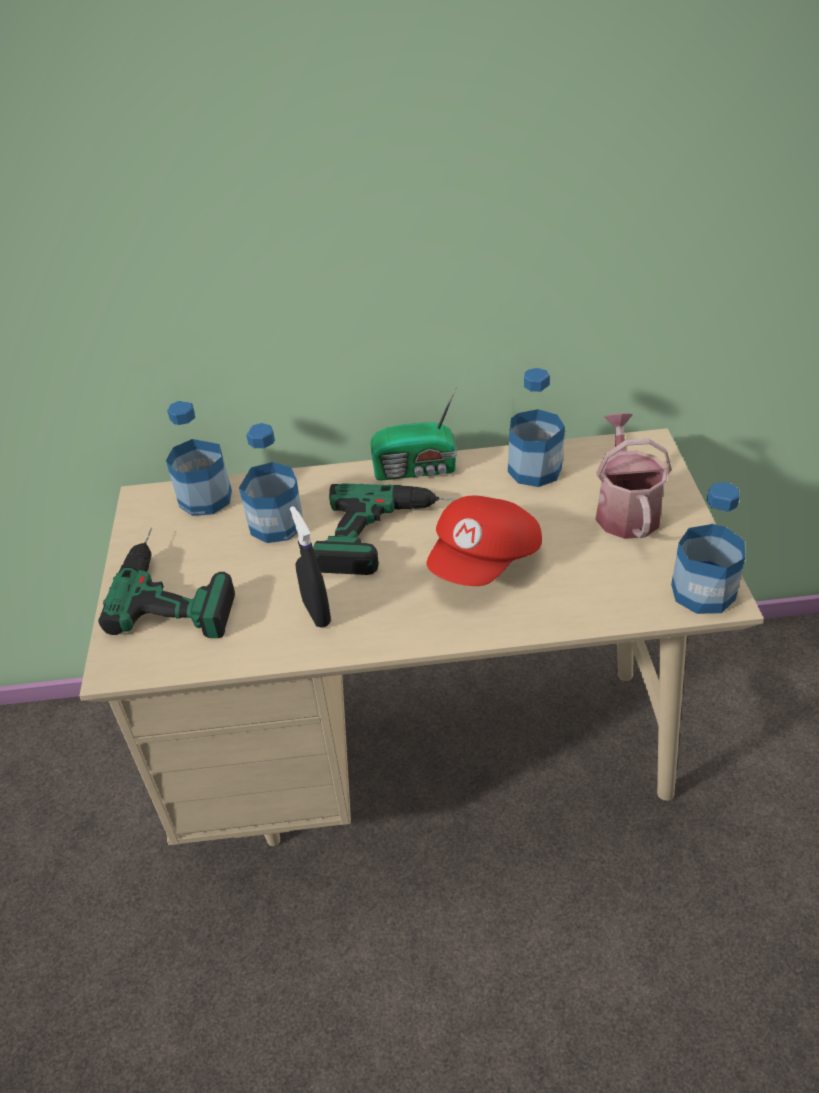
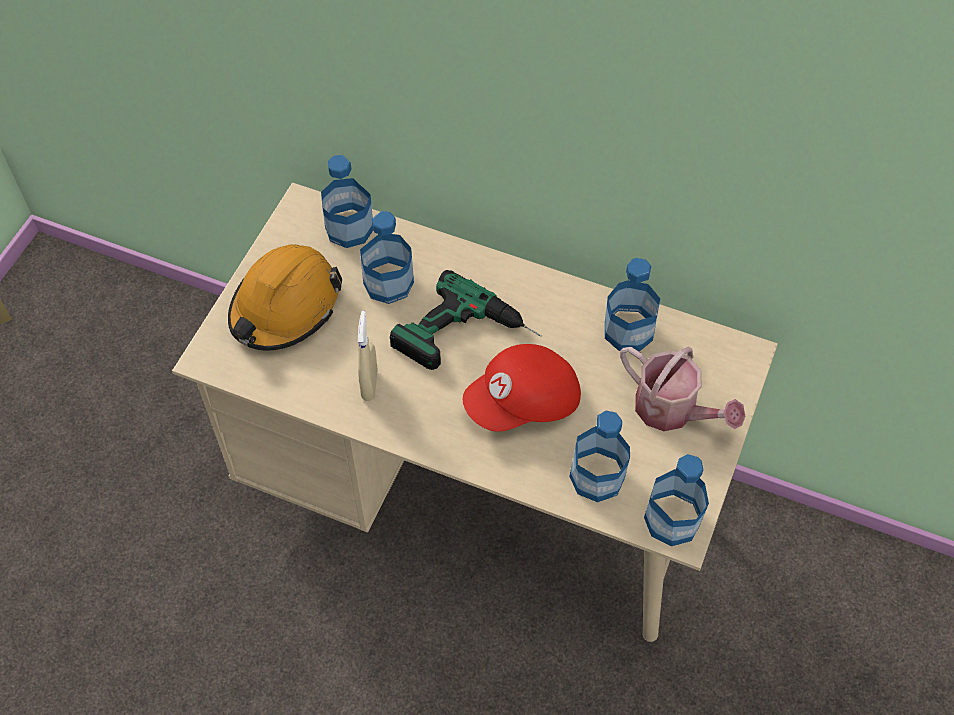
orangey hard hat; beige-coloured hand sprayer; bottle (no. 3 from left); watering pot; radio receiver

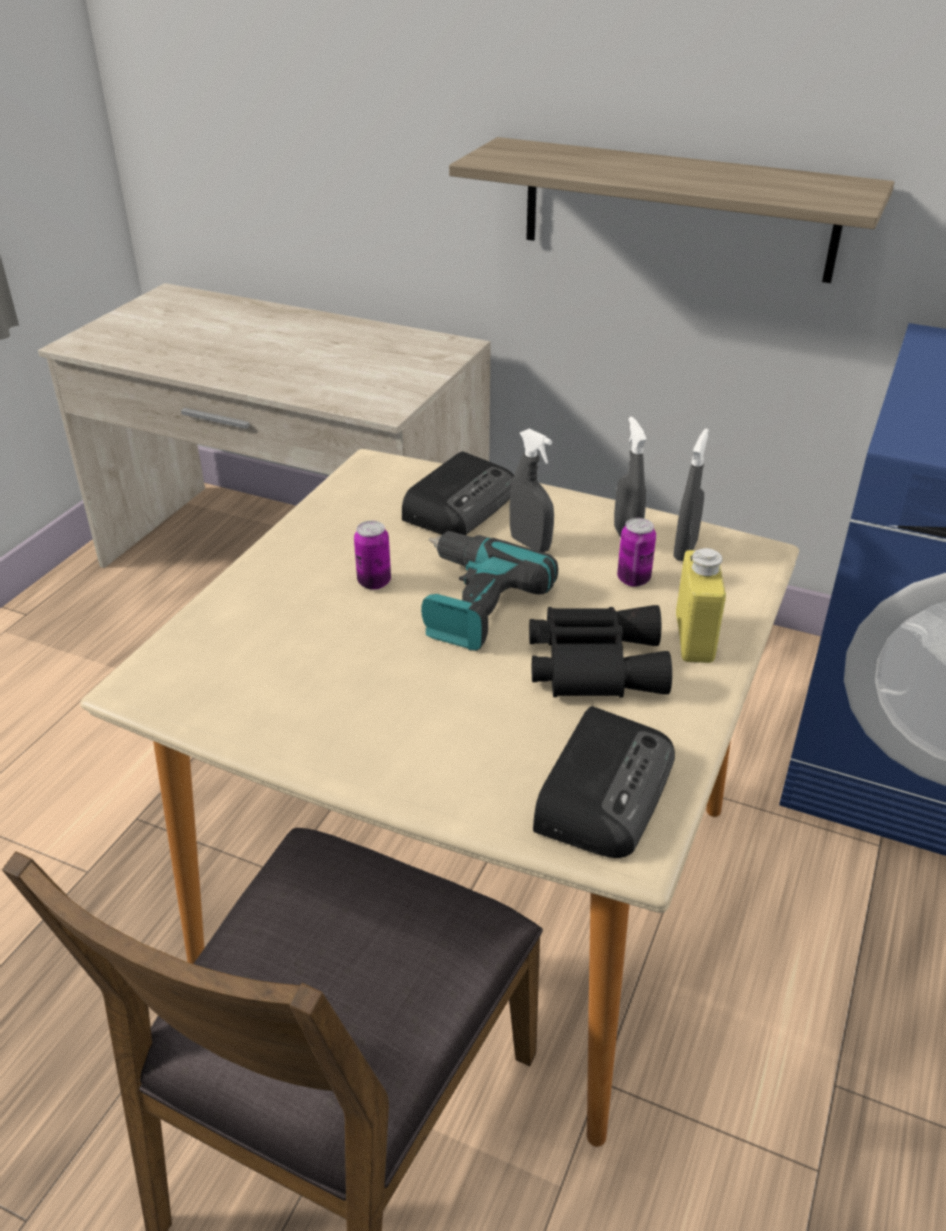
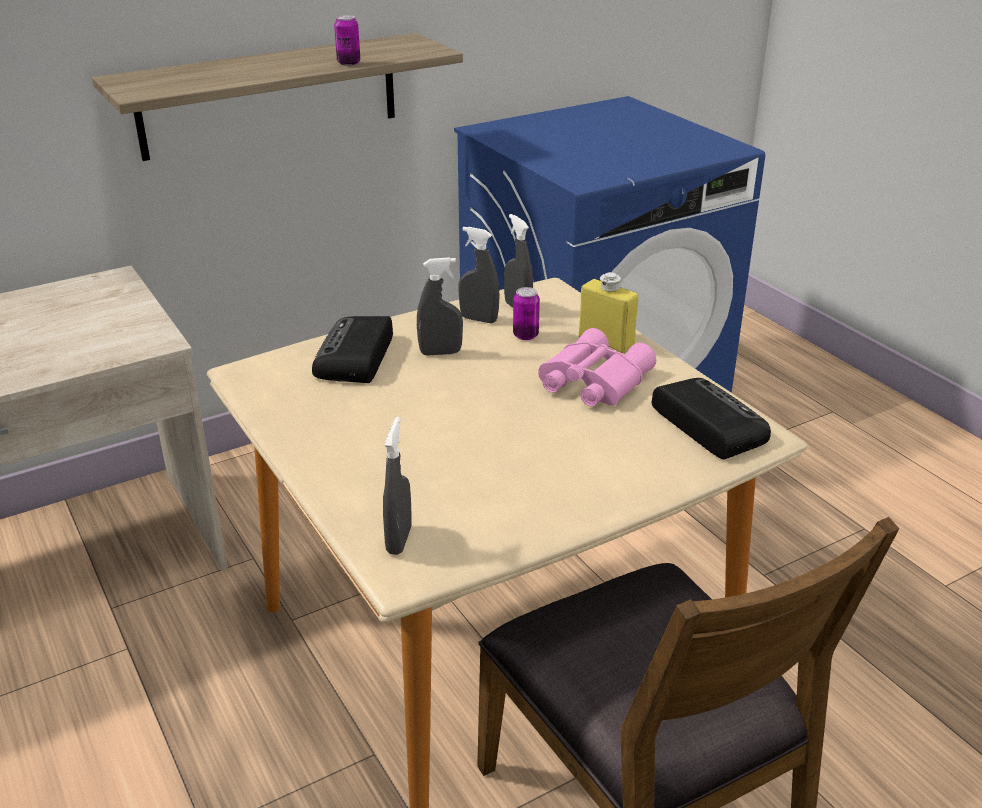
radio receiver (no. 1 from left); sealed can (no. 1 from left); grey hand sprayer (no. 1 from left); pinkish field glasses; electric drill

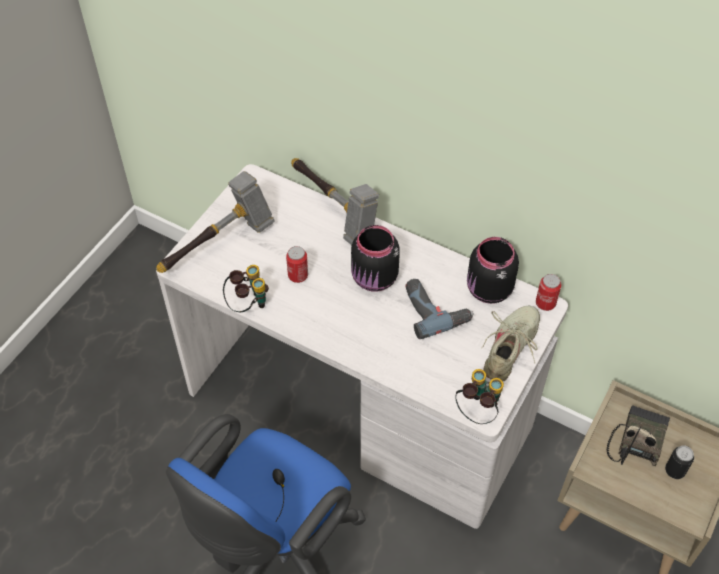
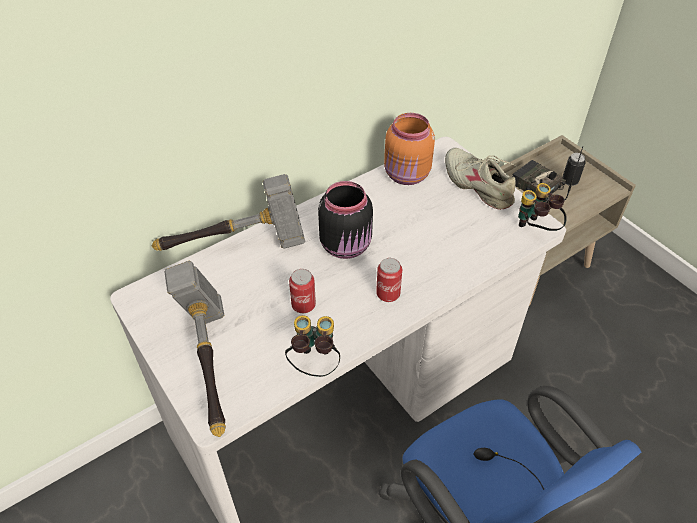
sealed can (no. 2 from left); orangey preserve jar; electric drill

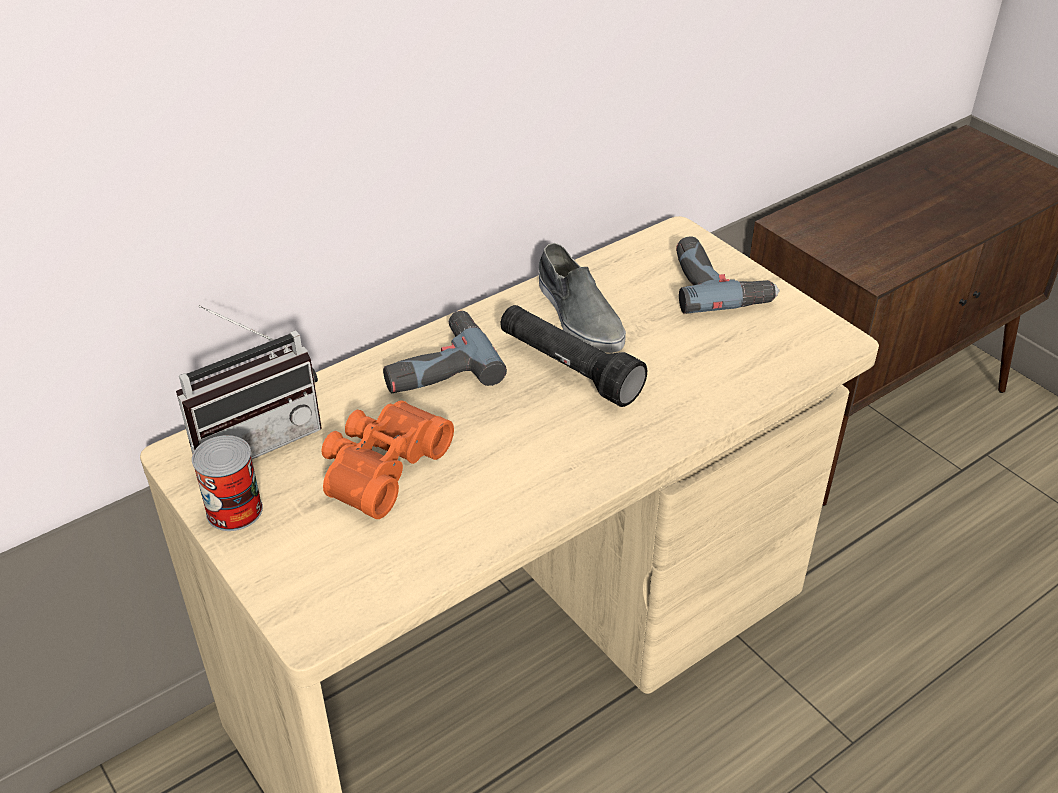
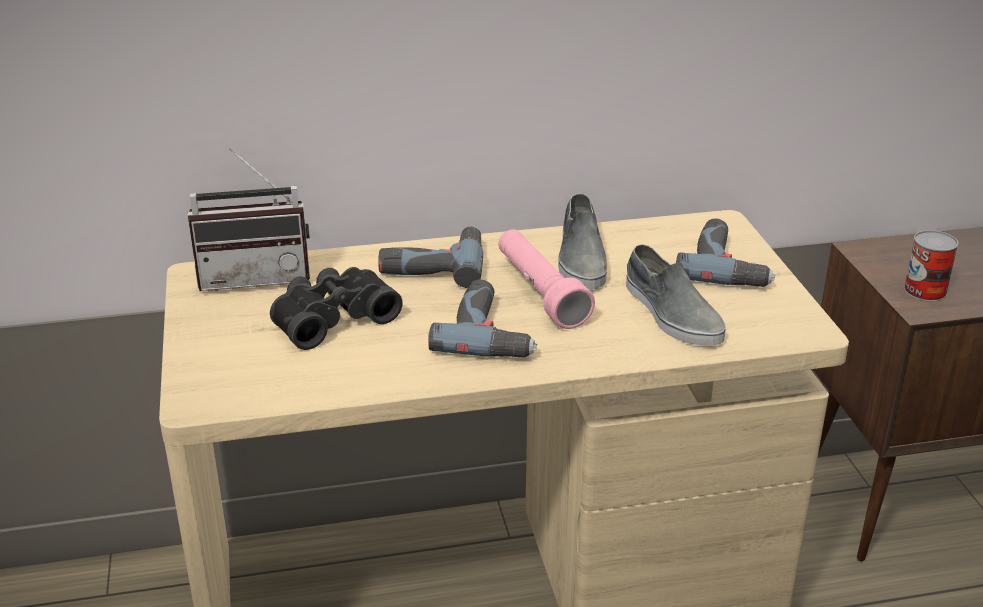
black-coloured field glasses; electric drill (no. 2 from left); pinkish flashlight; grey low shoe (no. 2 from left); sealed can

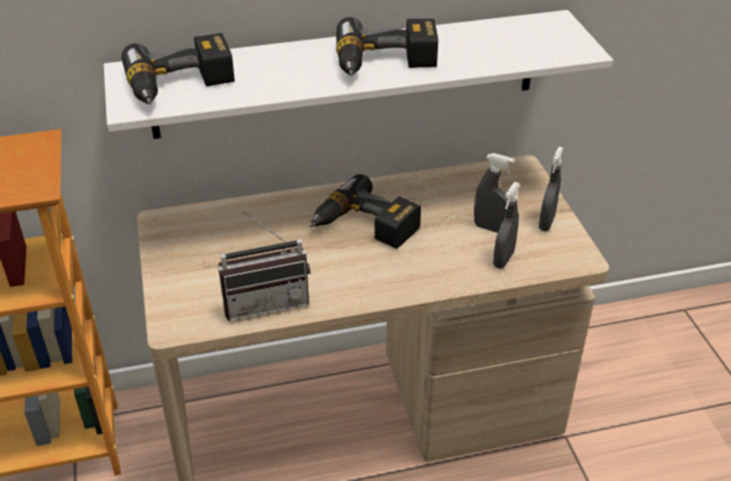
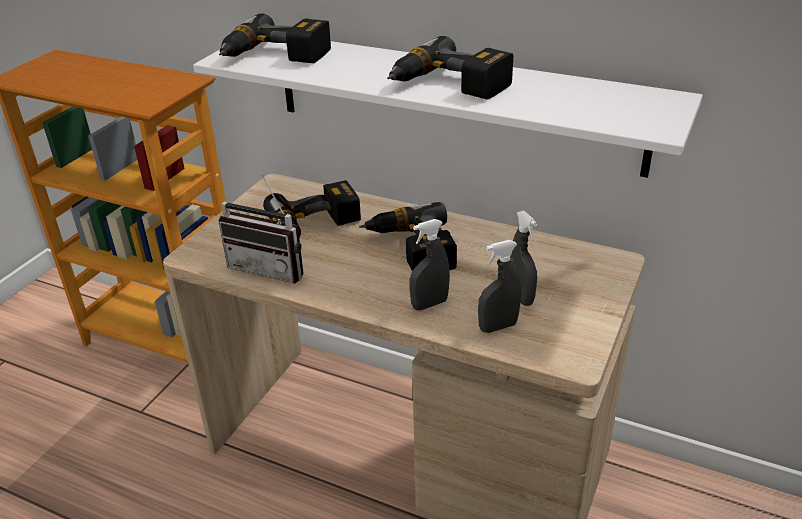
electric drill (no. 2 from left); grey hand sprayer (no. 1 from left)

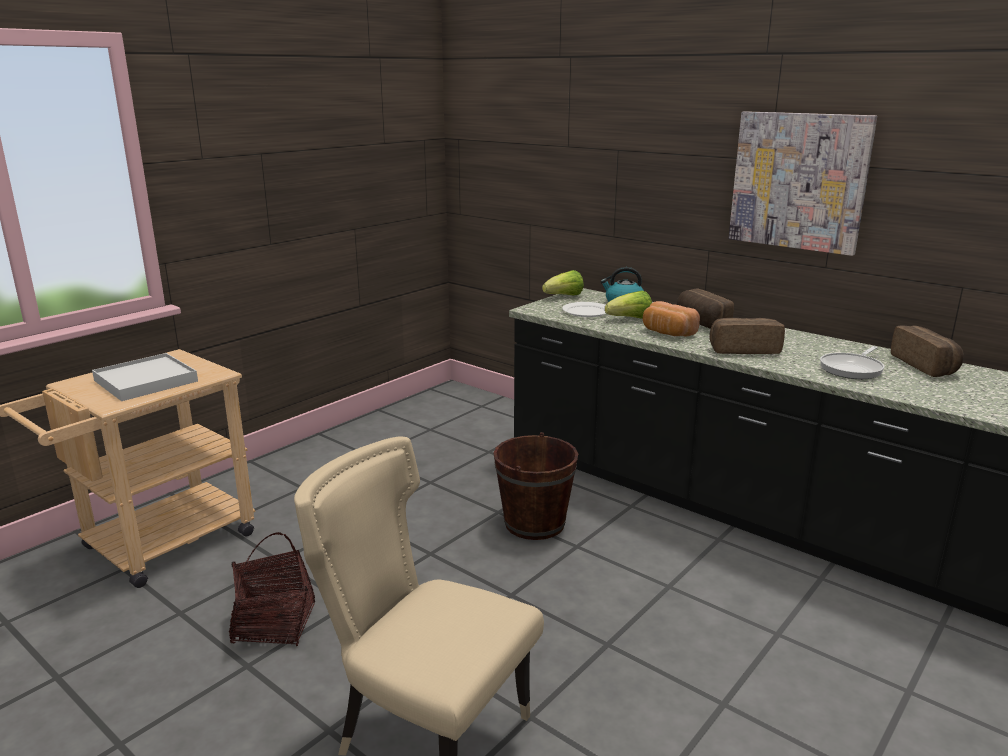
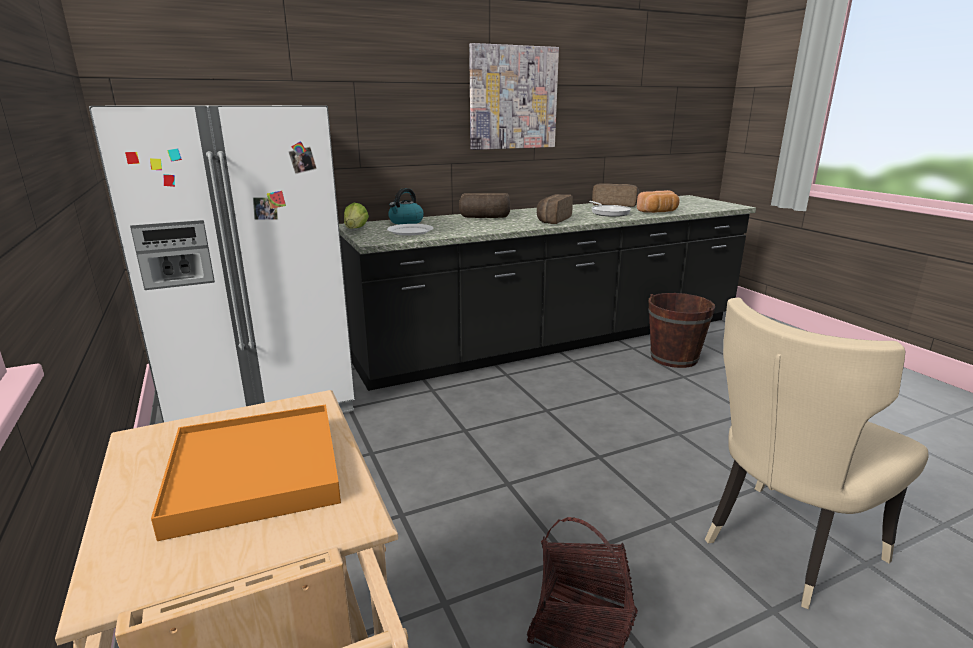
white refrigerator; orangey serving tray; bakery bread (no. 4 from left); brown pail; lettuce (no. 2 from left in the first image)

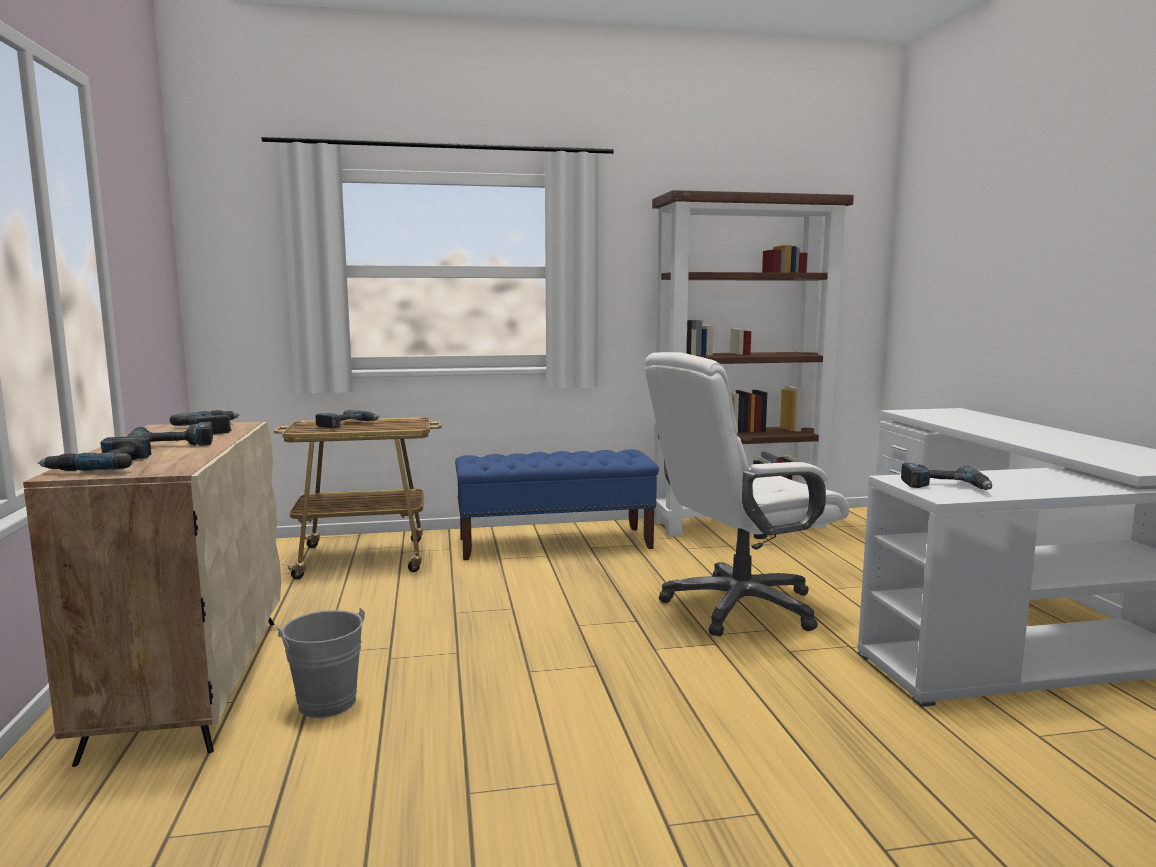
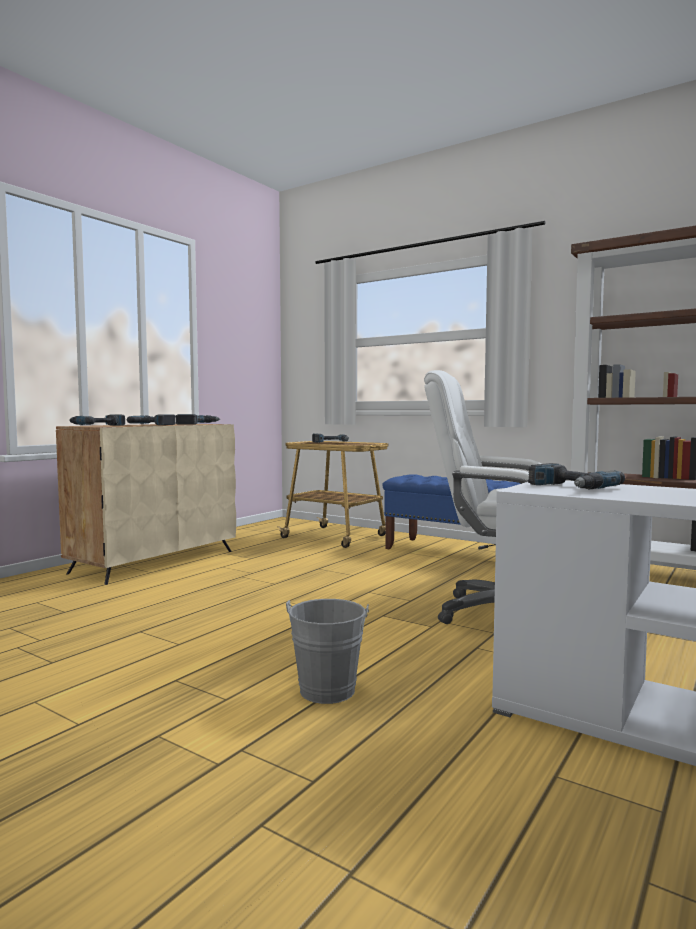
grey pail

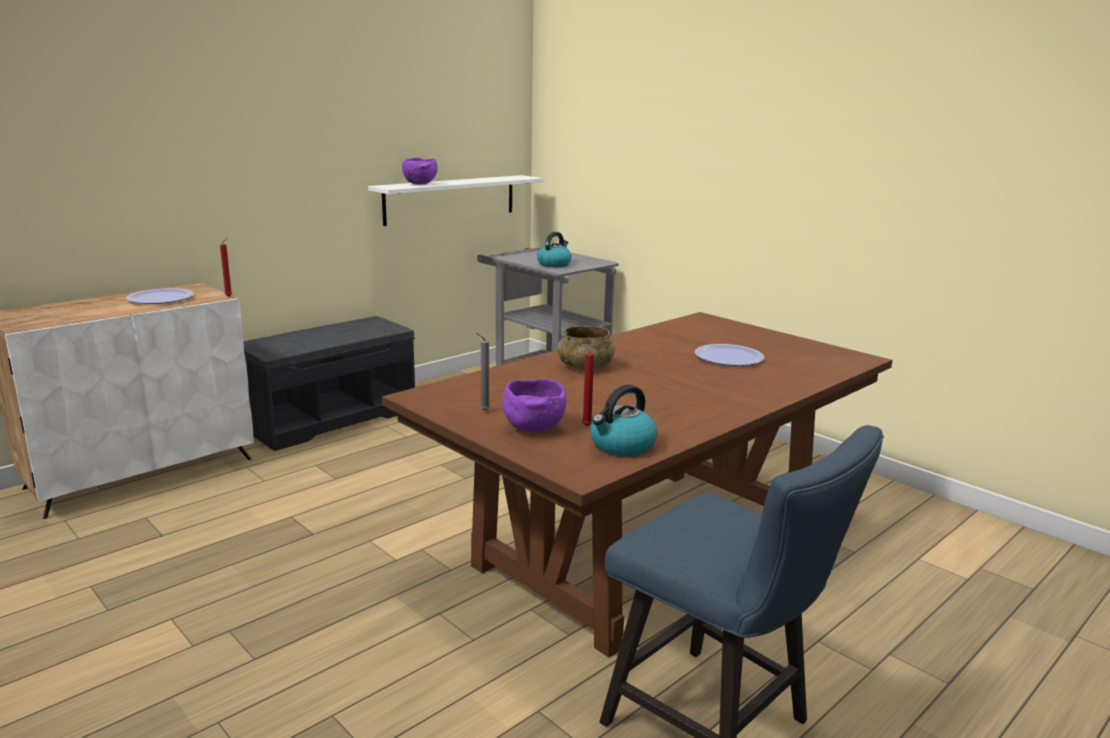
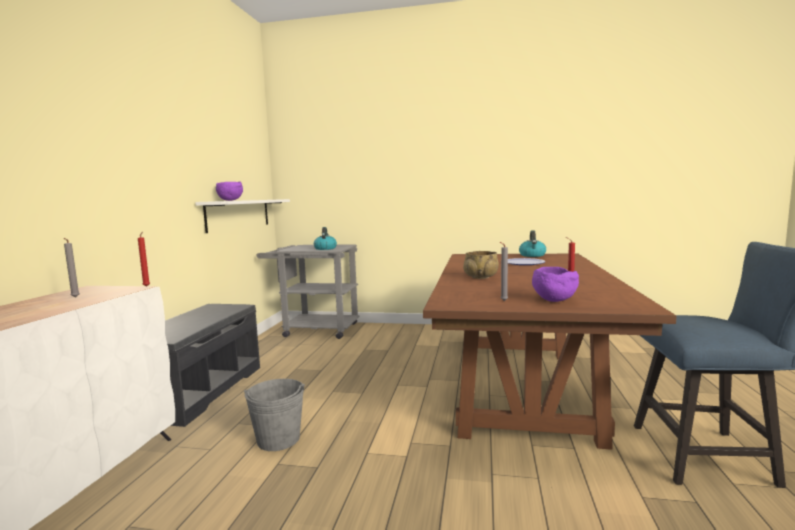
grey wax candle (no. 1 from left); grey pail; tea kettle (no. 2 from left)

